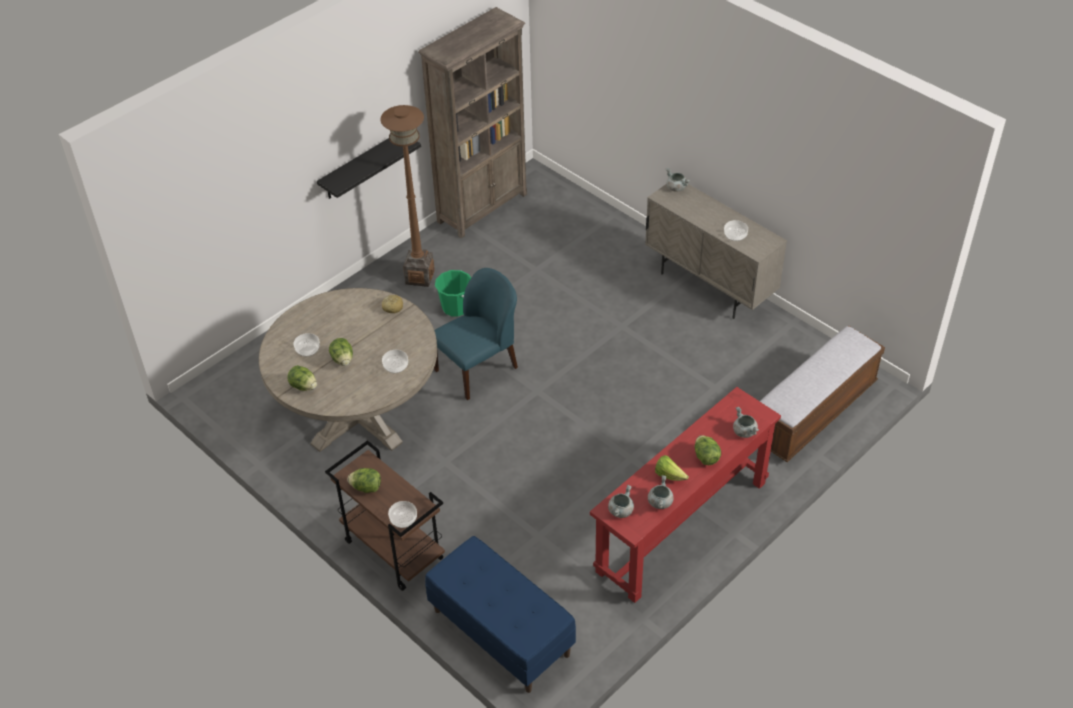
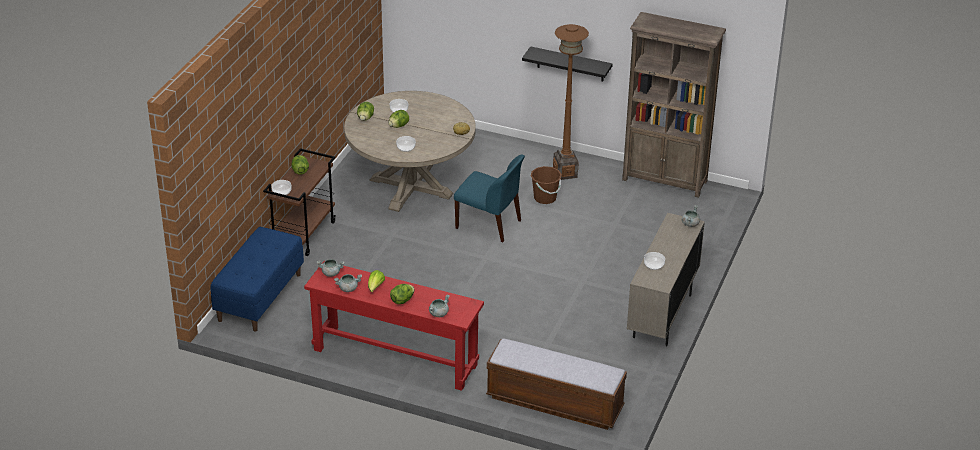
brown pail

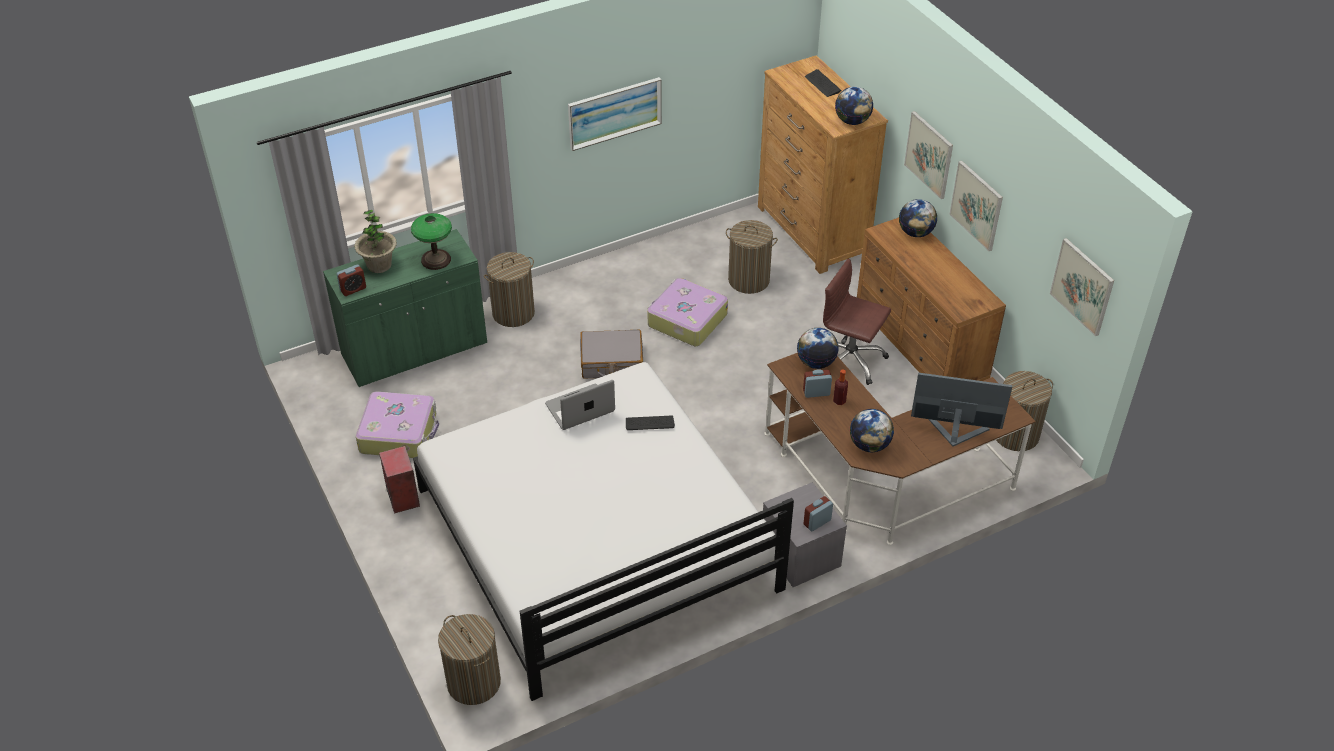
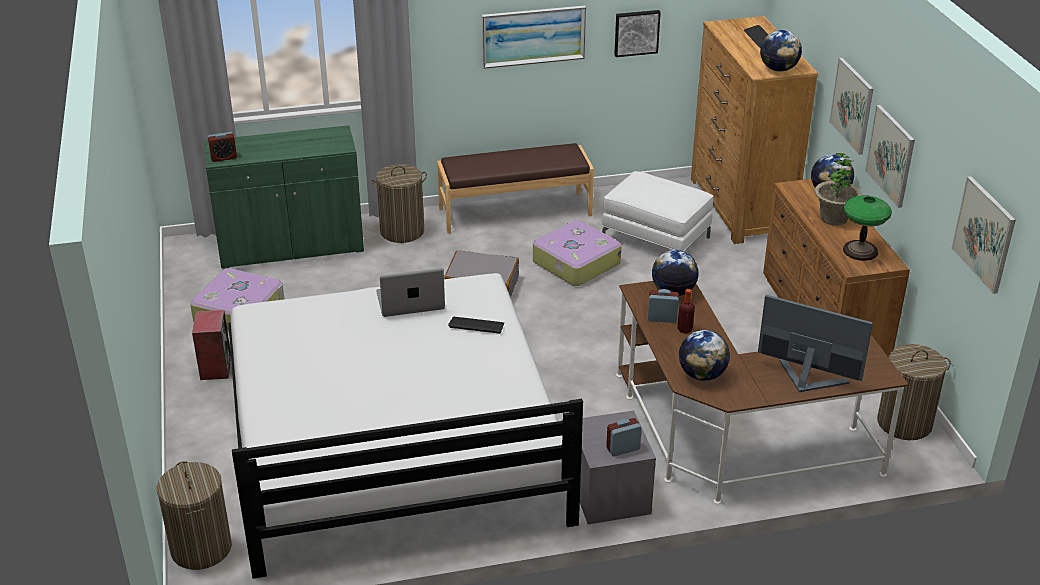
brown bench; white ottoman; wall art (no. 2 from left); plant in a pot; table lamp; brown office chair

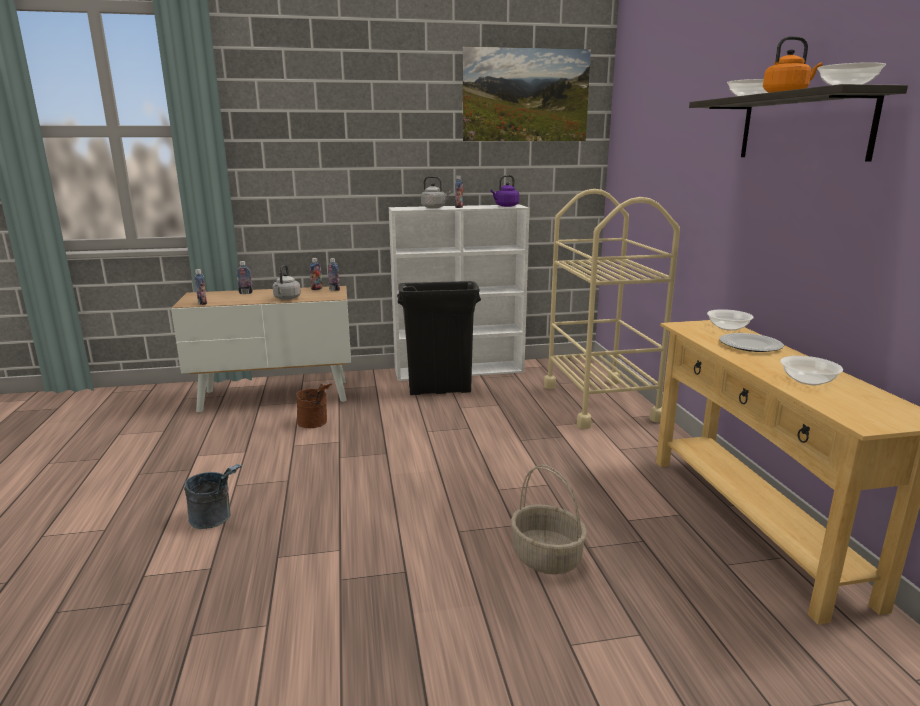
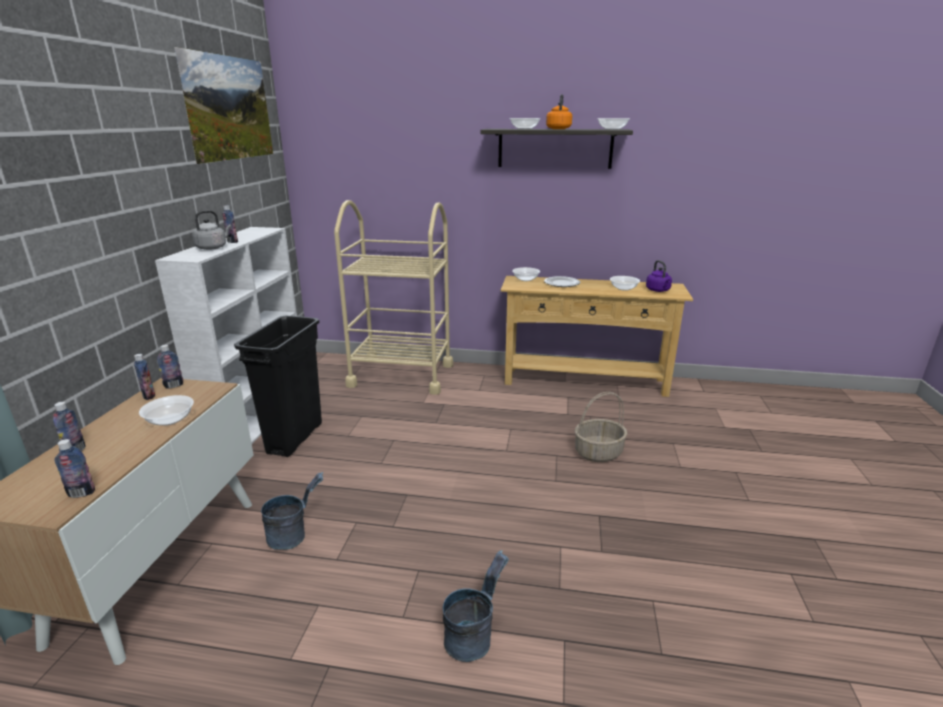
deep dish (no. 1 from left); grey pail (no. 1 from left); purple tea kettle

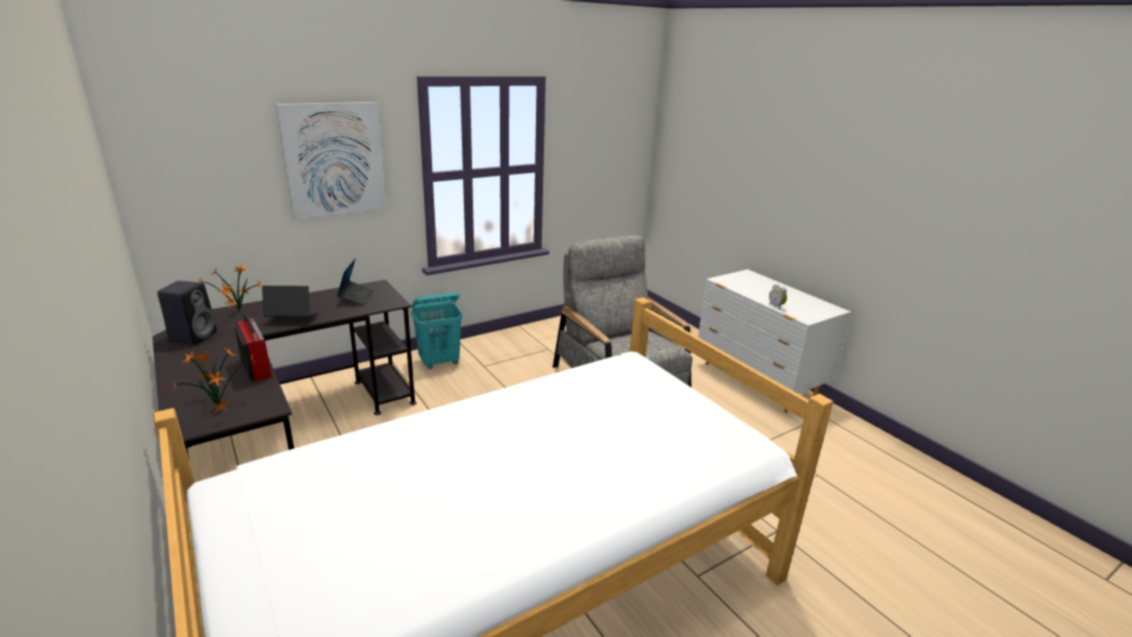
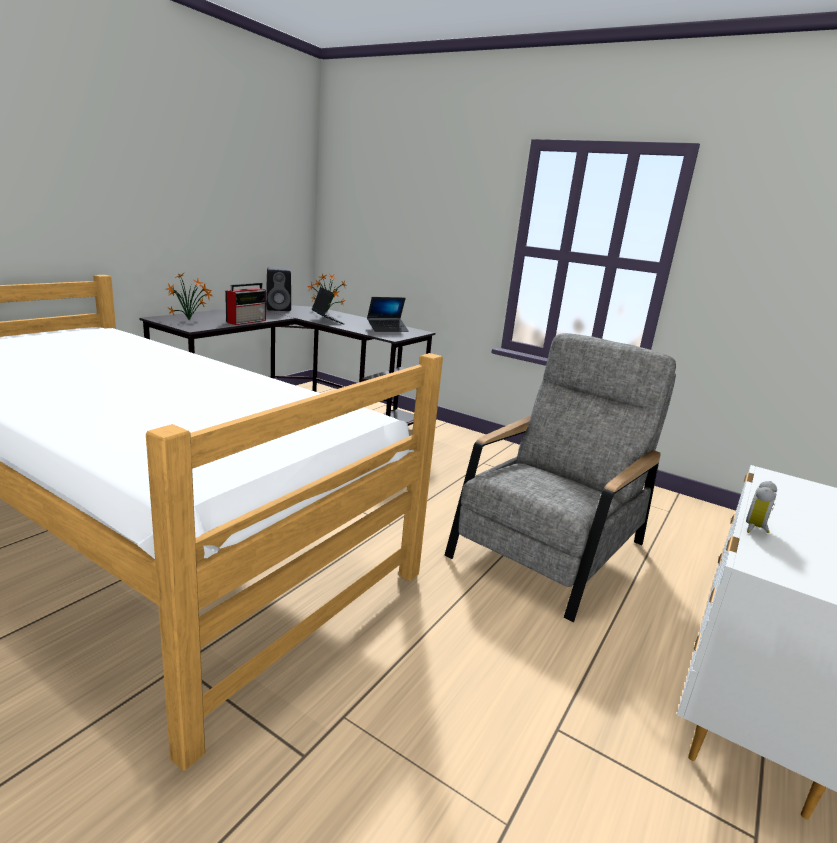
wall art; turquoise hamper

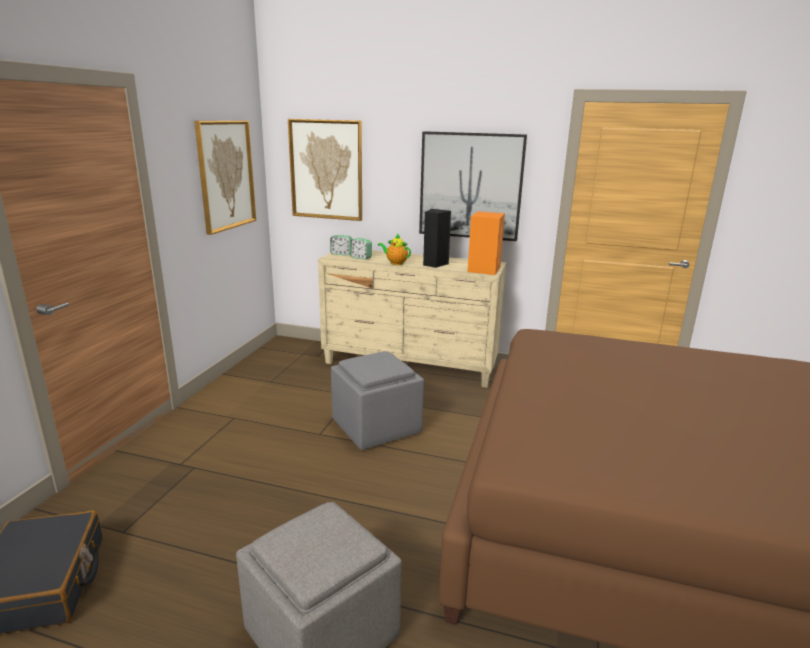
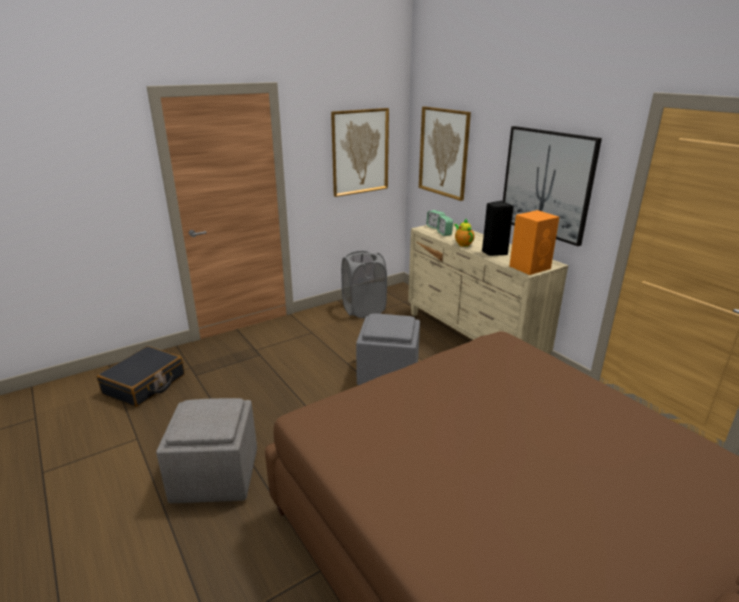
grey hamper

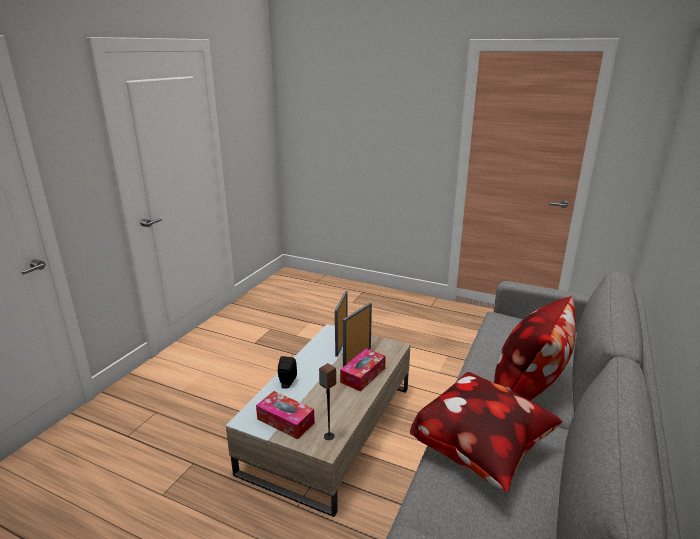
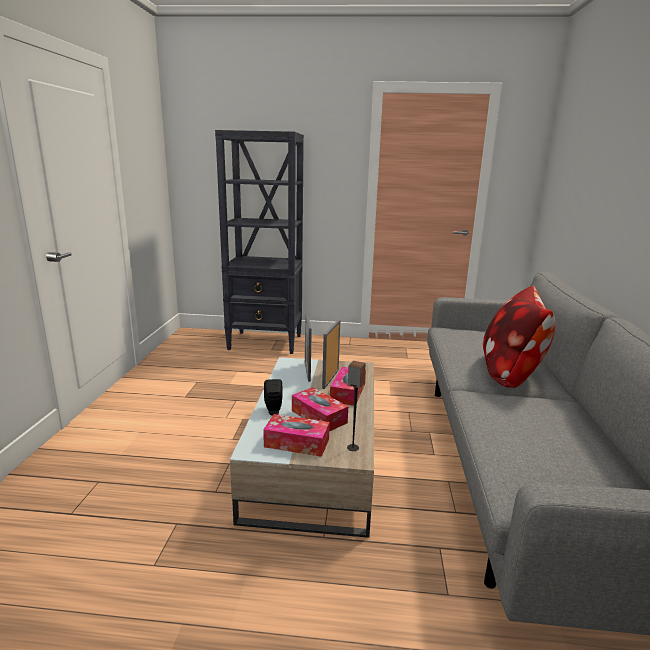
black-coloured bookcase; tissue holder (no. 2 from left); pillow (no. 1 from left in the first image)

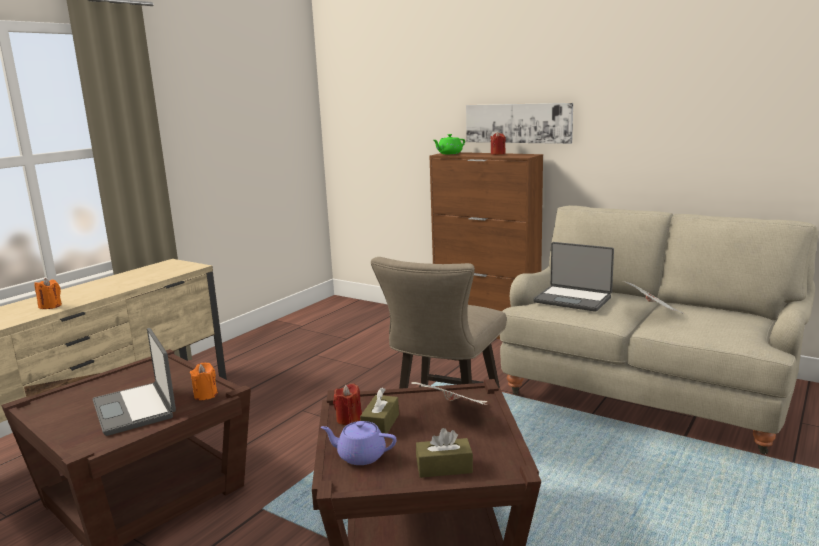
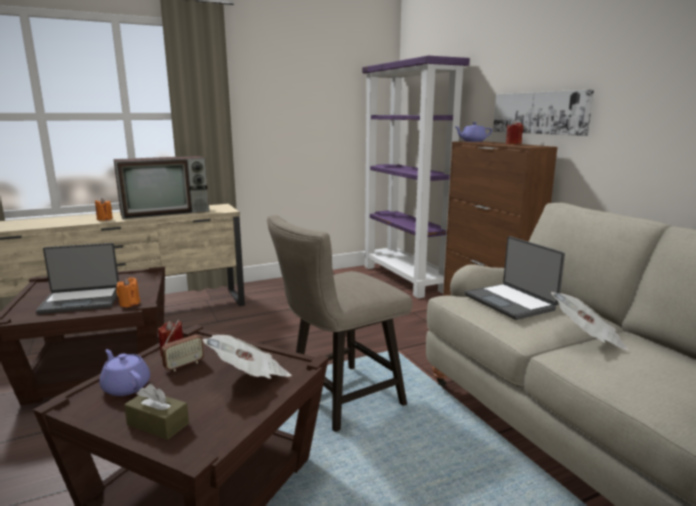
portable computer (no. 1 from left); TV; radio receiver; purple bookcase; purple tea pot (no. 2 from left)

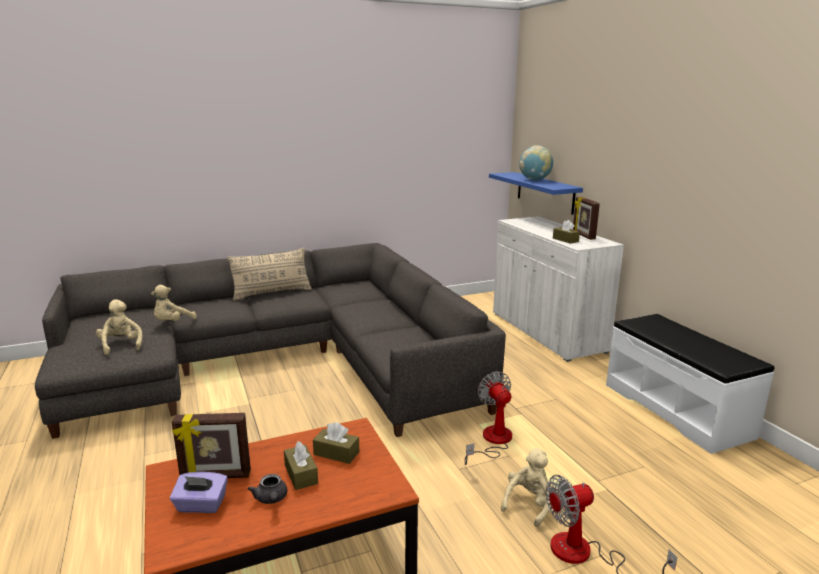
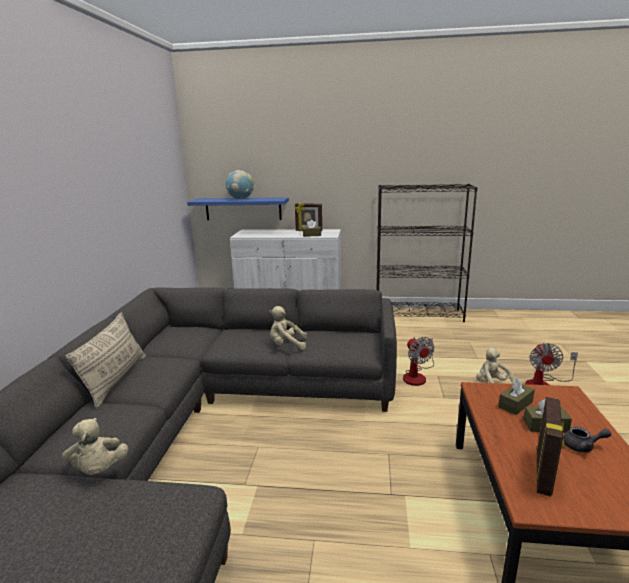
beige-coloured plush toy (no. 2 from left); black-coloured bookcase; cooling fan (no. 1 from left); purple tissue holder

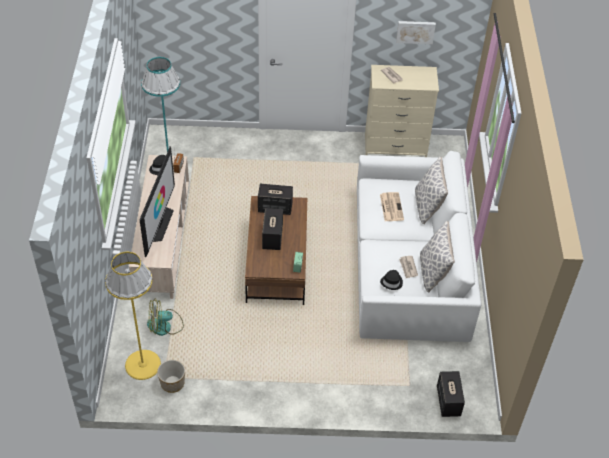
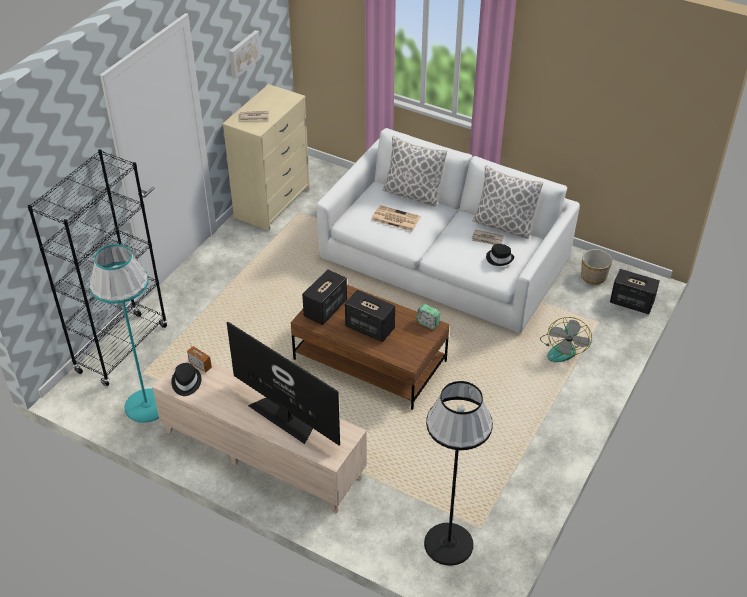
black-coloured bookcase; black-coloured floor lamp; cooling fan; plant pot

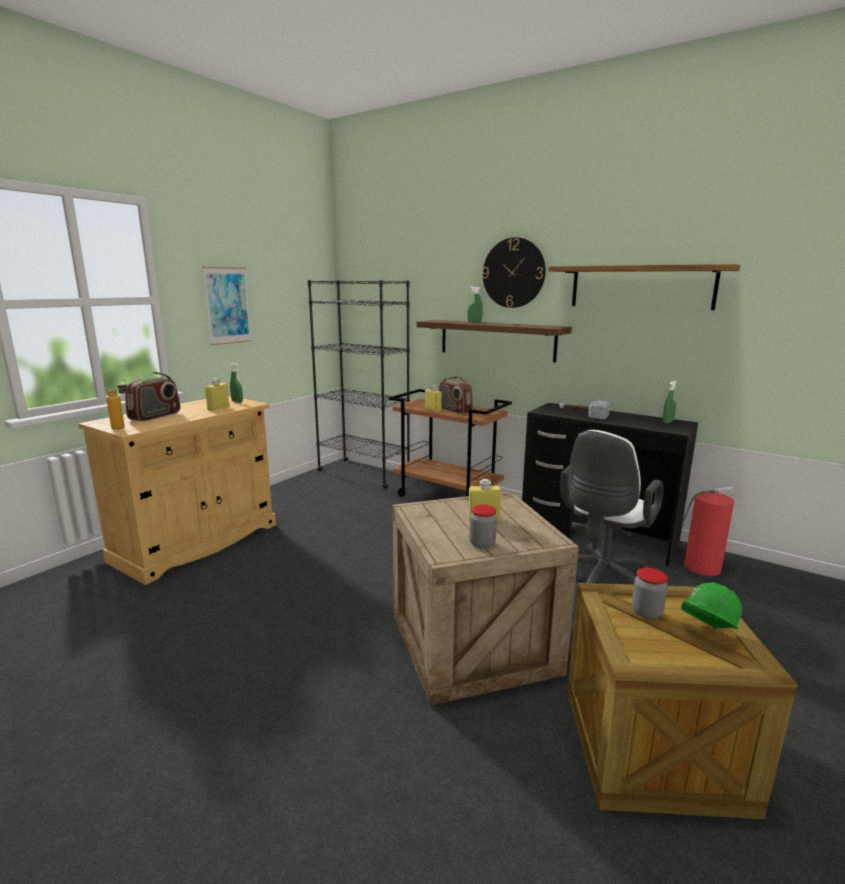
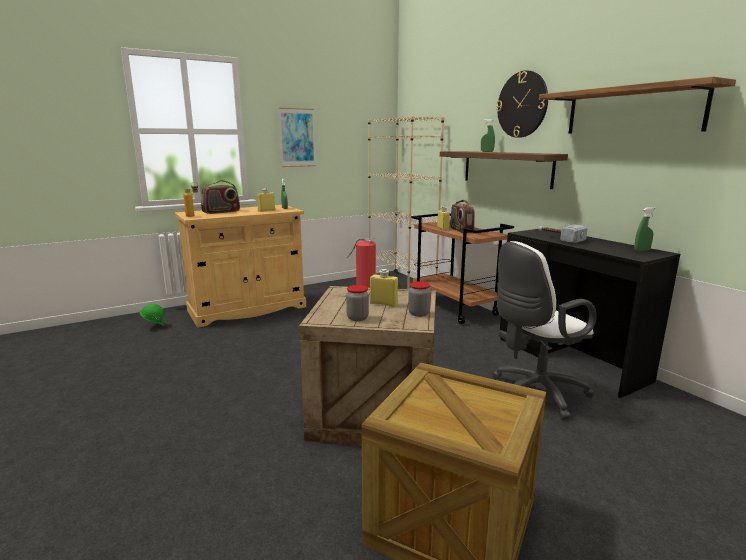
greenish hard hat; fire extinguisher; beige-coloured bookcase; preserve jar (no. 2 from left)

